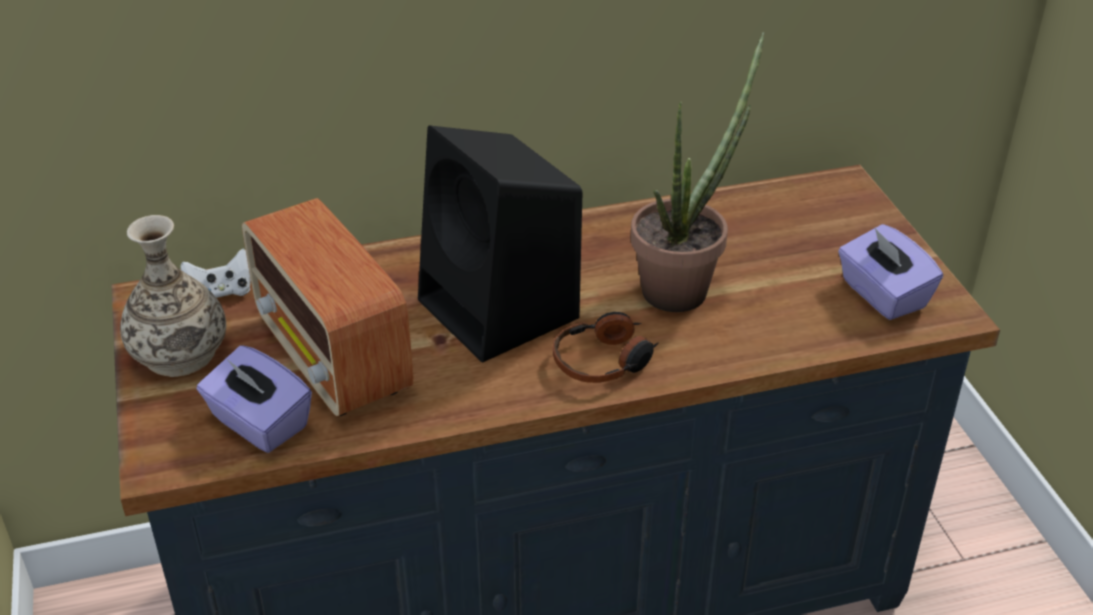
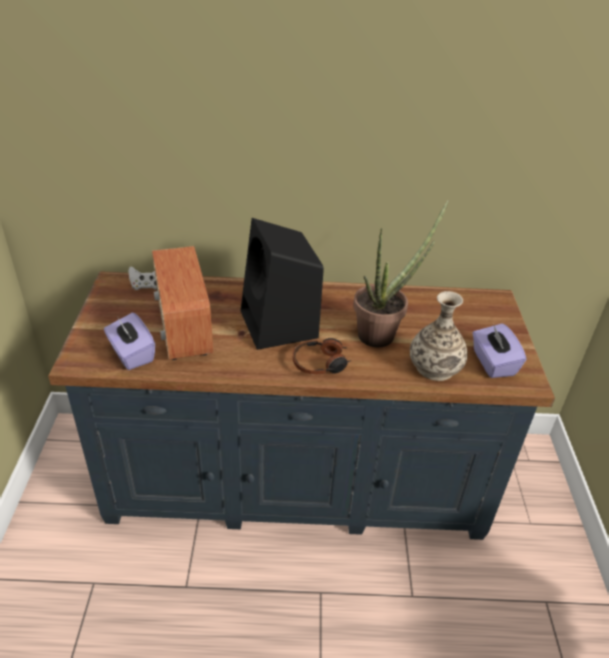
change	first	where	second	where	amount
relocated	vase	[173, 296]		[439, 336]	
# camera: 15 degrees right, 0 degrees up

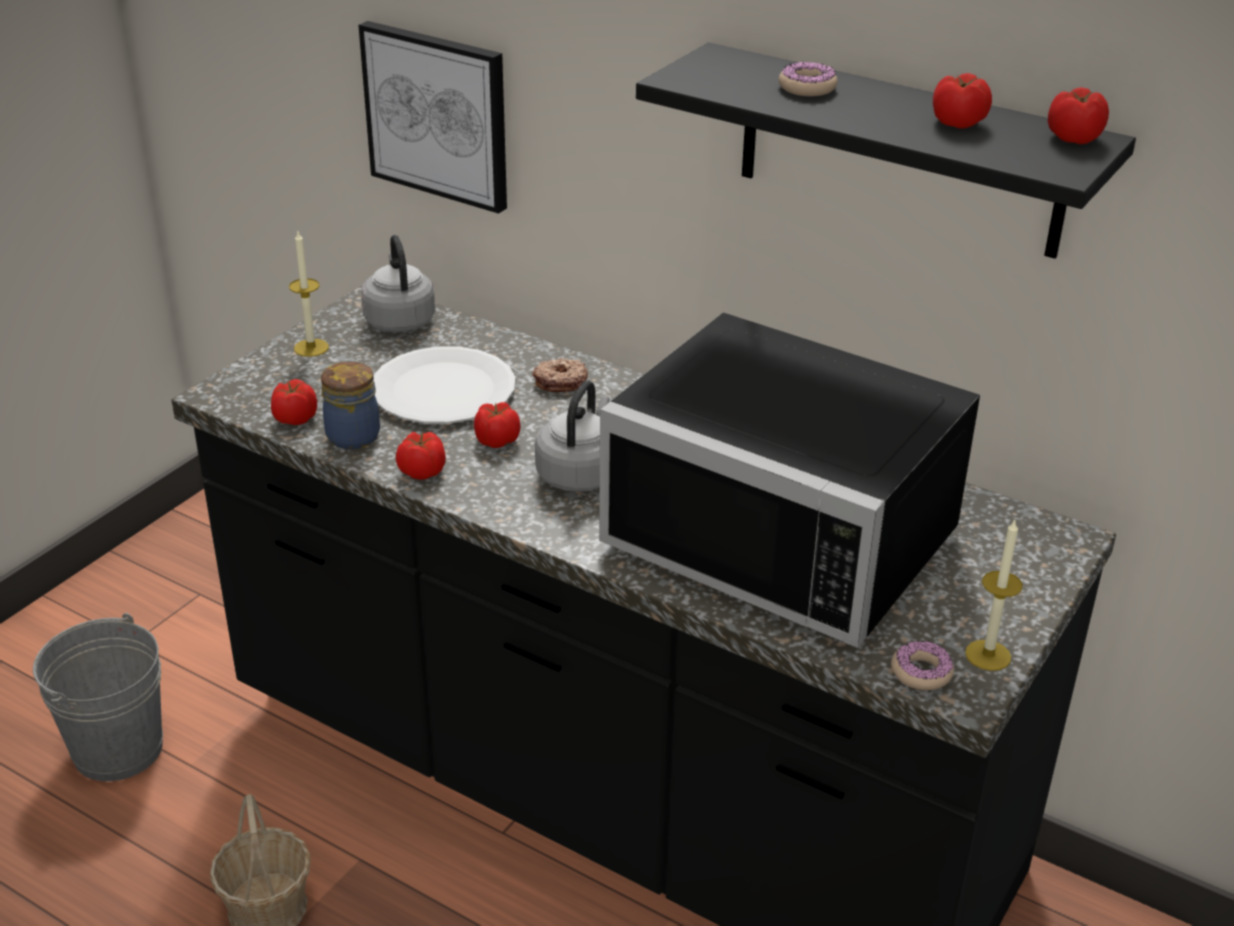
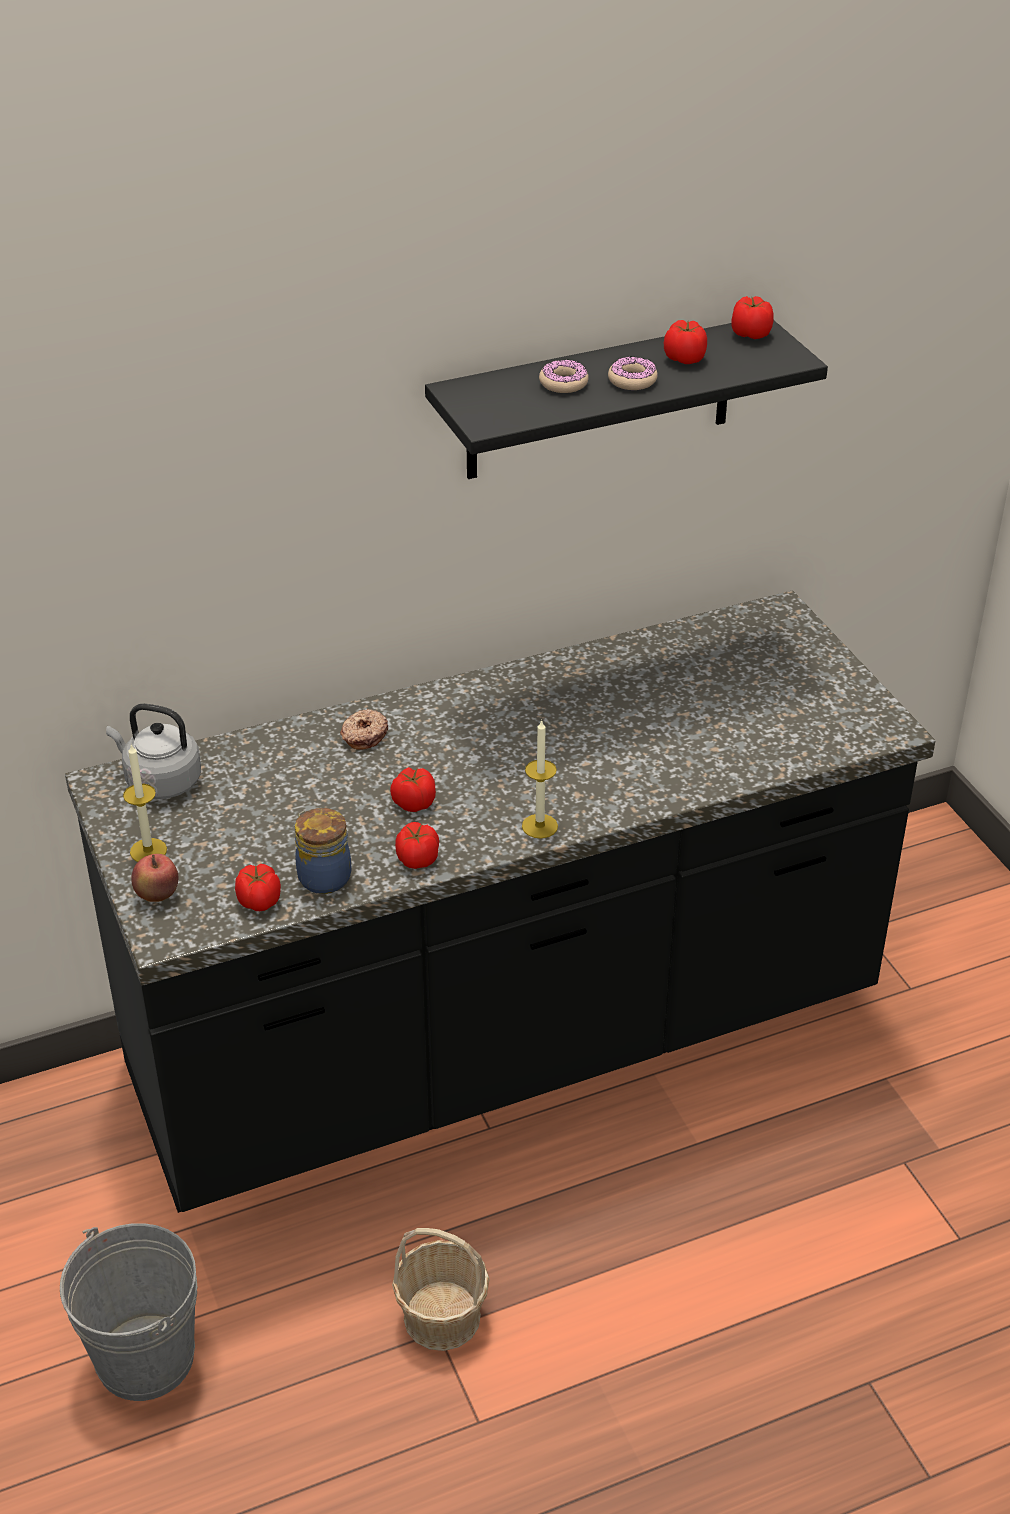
change	first	where	second	where	amount
appeared			apple	[154, 878]	
relocated	candle	[994, 594]		[540, 779]	
relocated	donut	[922, 665]		[632, 373]	
missing	picture	[432, 117]			
missing	plate (white)	[444, 384]			
missing	kettle (grey)	[572, 436]			
missing	microwave (black)	[789, 480]			
# camera: 55 degrees left, 5 degrees up

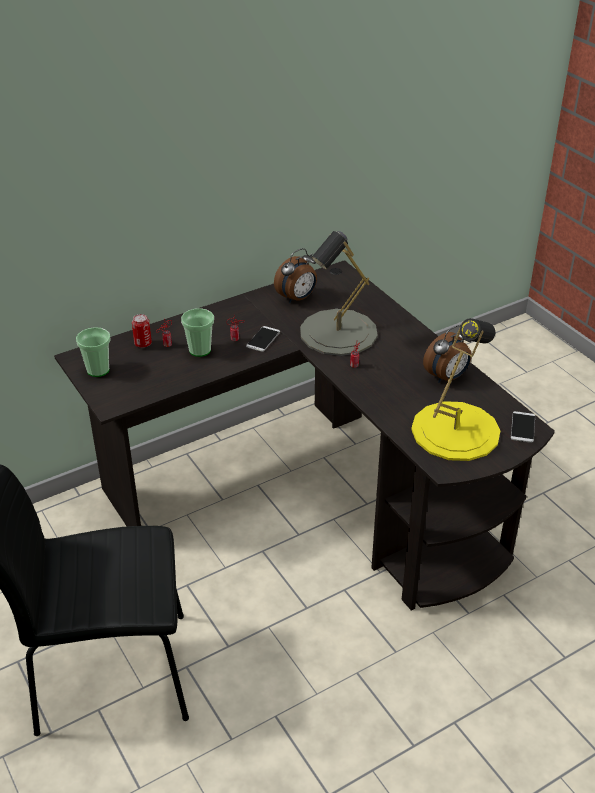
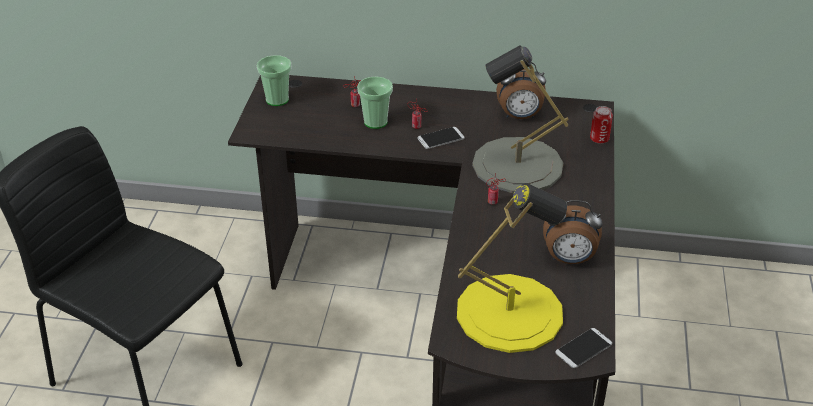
change	first	where	second	where	amount
relocated	can	[142, 331]		[601, 125]	
# camera: 40 degrees right, 0 degrees up

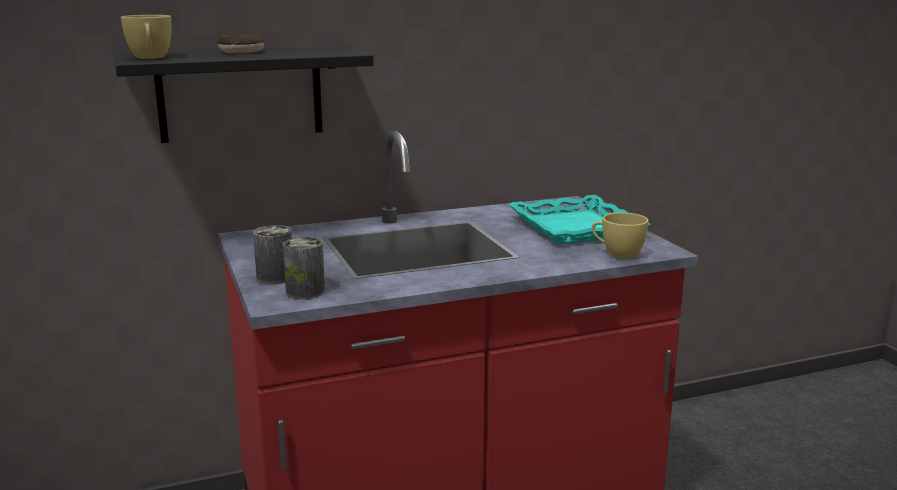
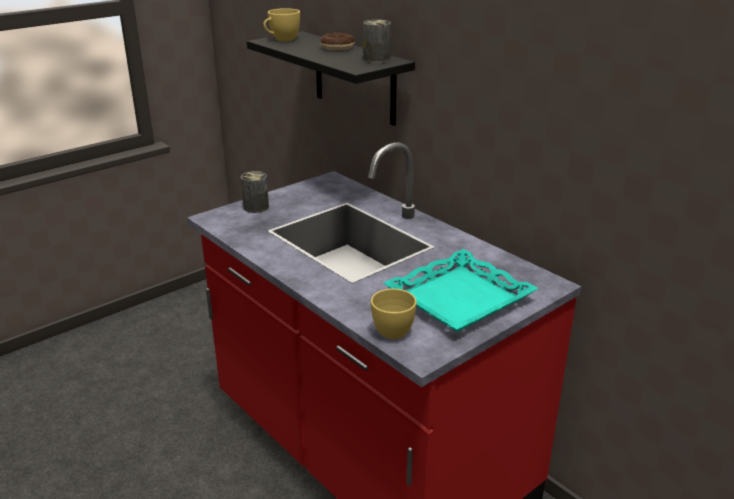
change	first	where	second	where	amount
relocated	can	[304, 268]		[377, 41]	
# camera: 70 degrees right, 10 degrees up

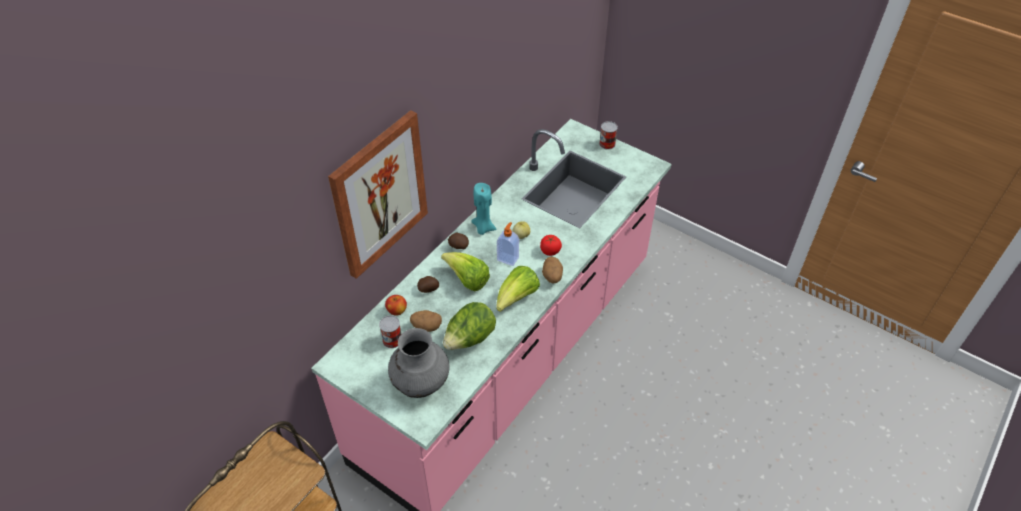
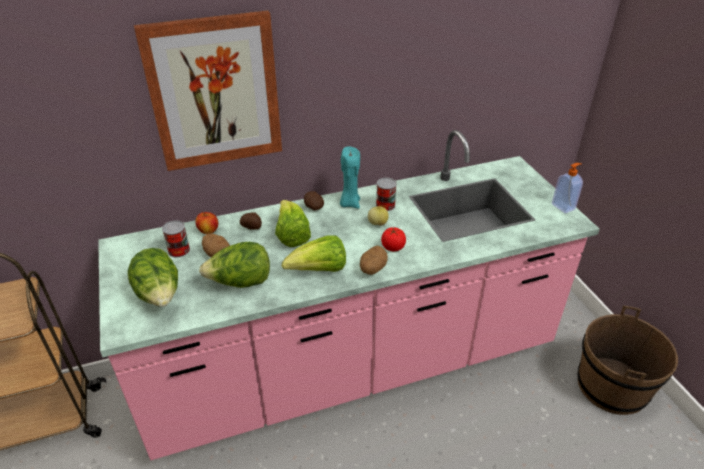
change	first	where	second	where	amount
exchanged	vase (grey)	[419, 363]	lettuce	[153, 277]	
relocated	can	[608, 135]		[386, 194]	
relocated	soap dispenser	[508, 244]		[567, 188]	
appeared			bucket (brown)	[628, 360]	
# camera: 35 degrees right, 10 degrees down

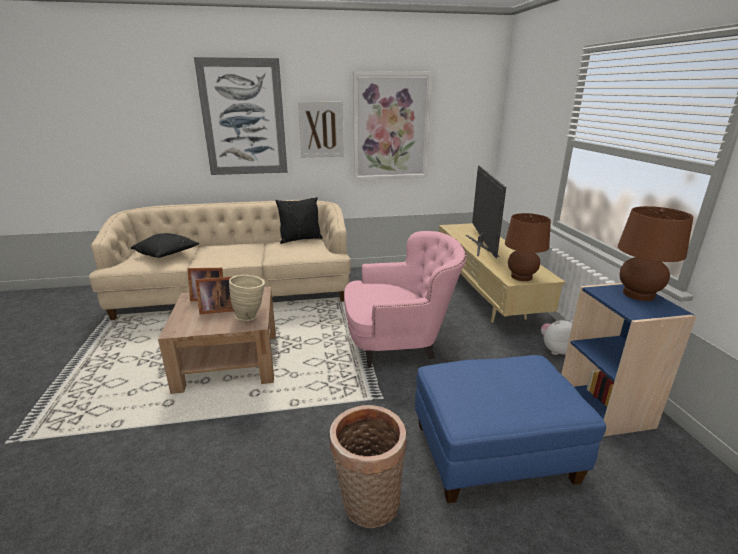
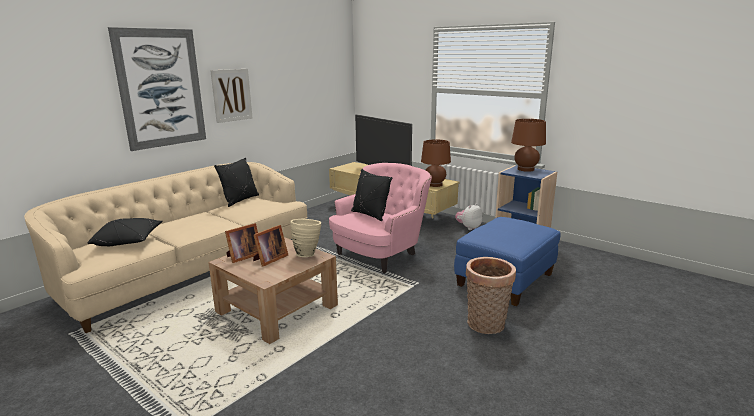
change	first	where	second	where	amount
appeared			pillow (black)	[372, 195]	
missing	picture	[392, 125]			
# camera: 40 degrees left, 5 degrees down

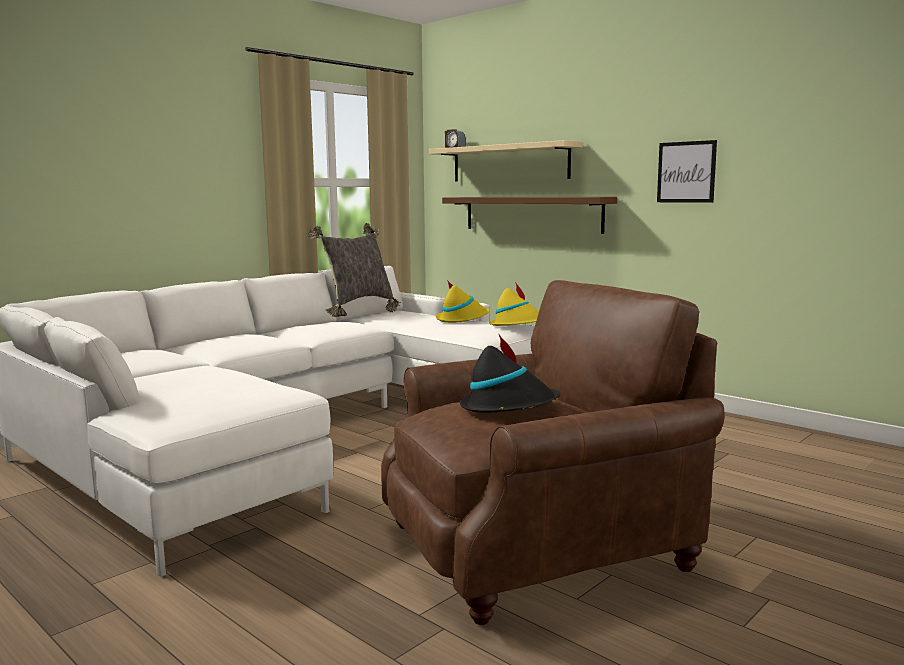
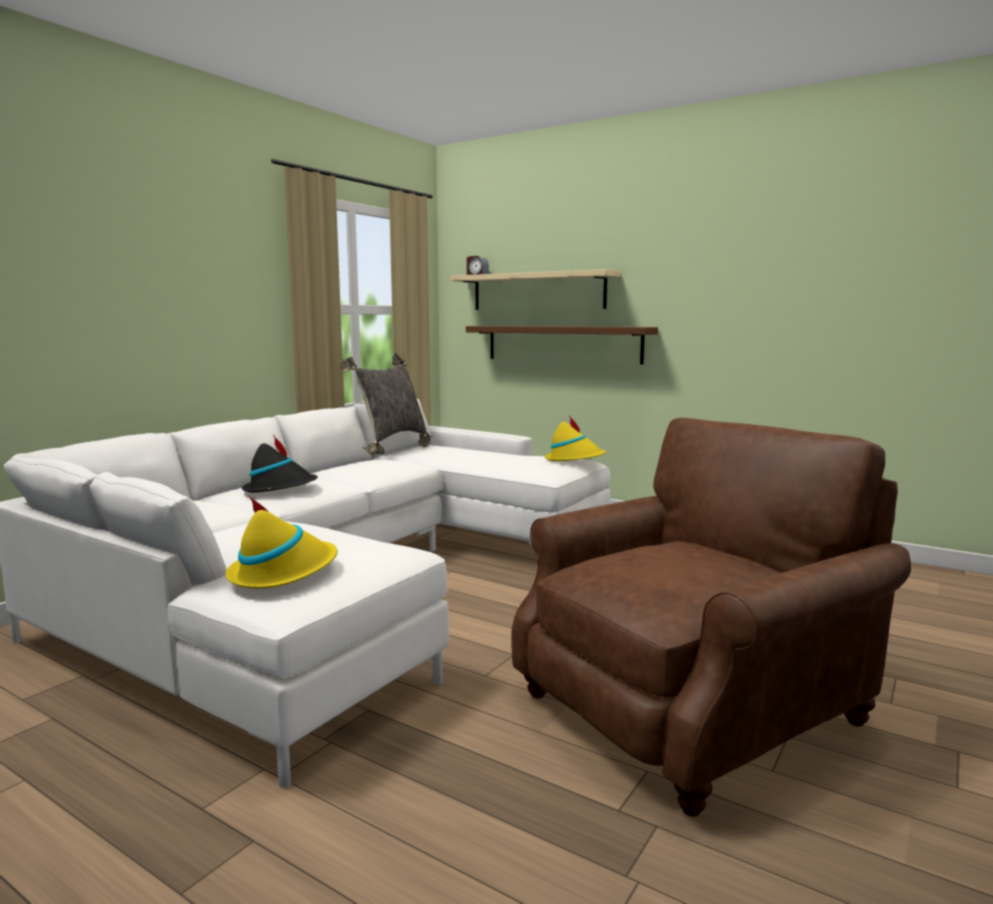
change	first	where	second	where	amount
relocated	hat (yellow)	[462, 301]		[281, 542]	
relocated	hat (black)	[510, 373]		[280, 463]	
missing	picture	[687, 171]			
# camera: 10 degrees left, 0 degrees up

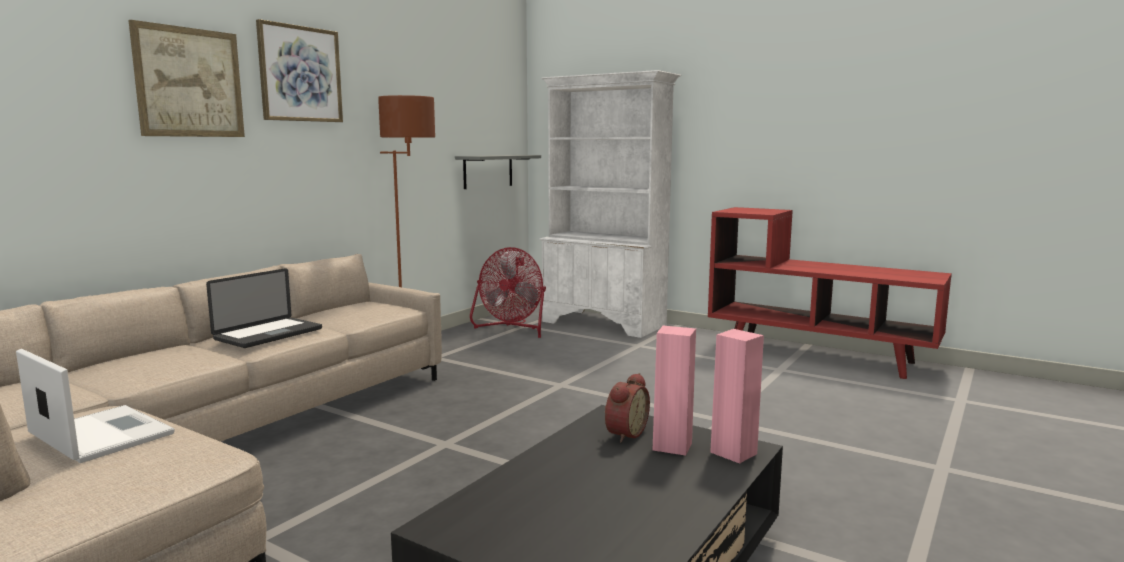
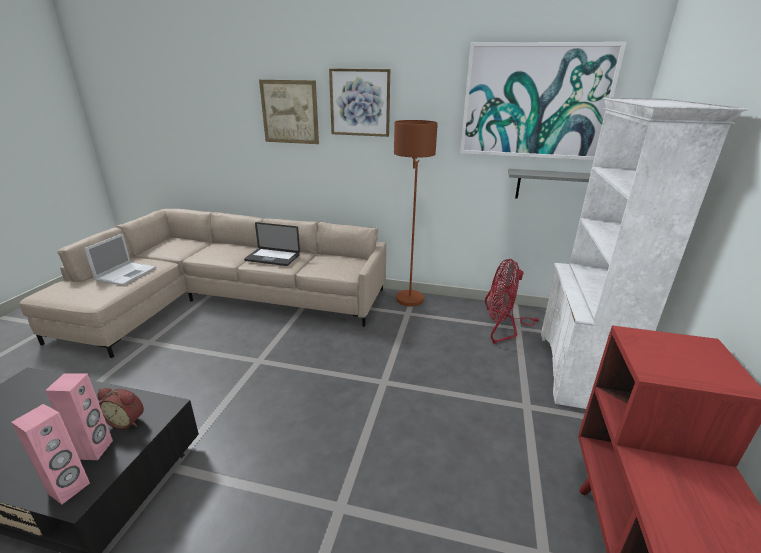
change	first	where	second	where	amount
appeared			picture	[543, 101]	
# camera: 70 degrees right, 15 degrees up

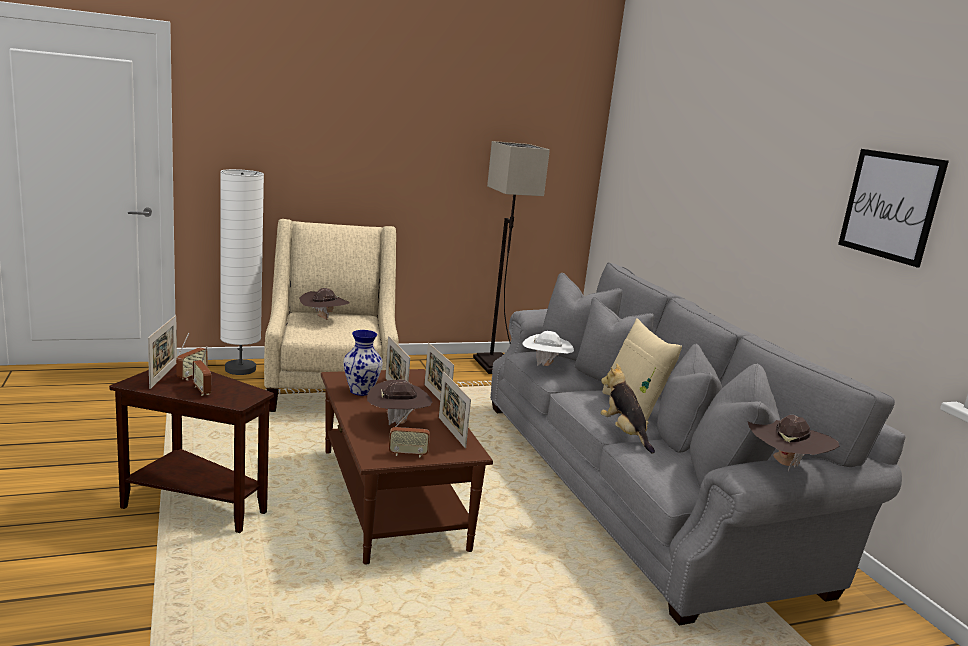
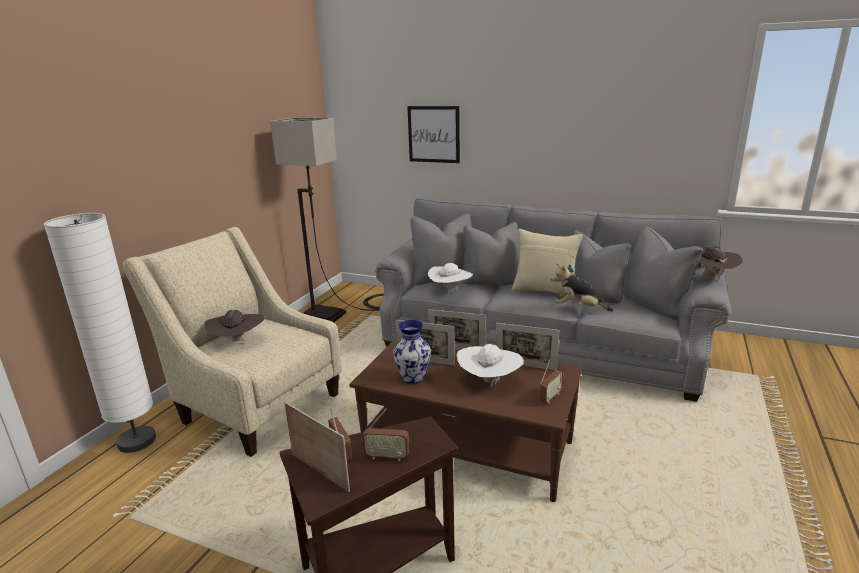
change	first	where	second	where	amount
relocated	picture	[893, 208]		[433, 134]	
colour	hat (brown)	[399, 402]	hat (white)	[490, 366]	
# camera: 45 degrees left, 5 degrees up

